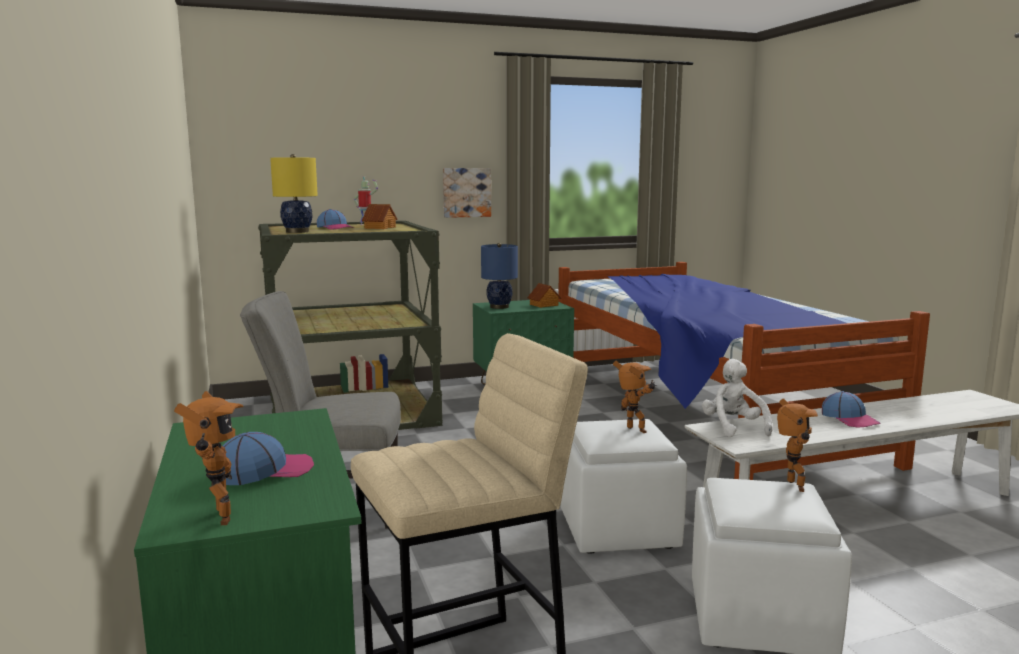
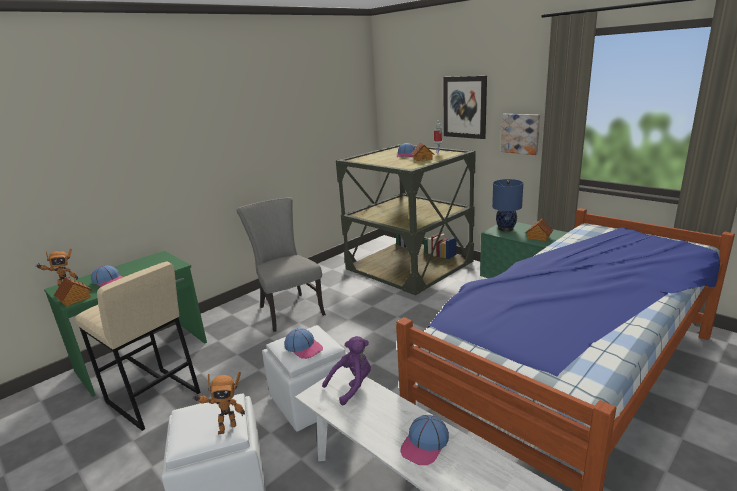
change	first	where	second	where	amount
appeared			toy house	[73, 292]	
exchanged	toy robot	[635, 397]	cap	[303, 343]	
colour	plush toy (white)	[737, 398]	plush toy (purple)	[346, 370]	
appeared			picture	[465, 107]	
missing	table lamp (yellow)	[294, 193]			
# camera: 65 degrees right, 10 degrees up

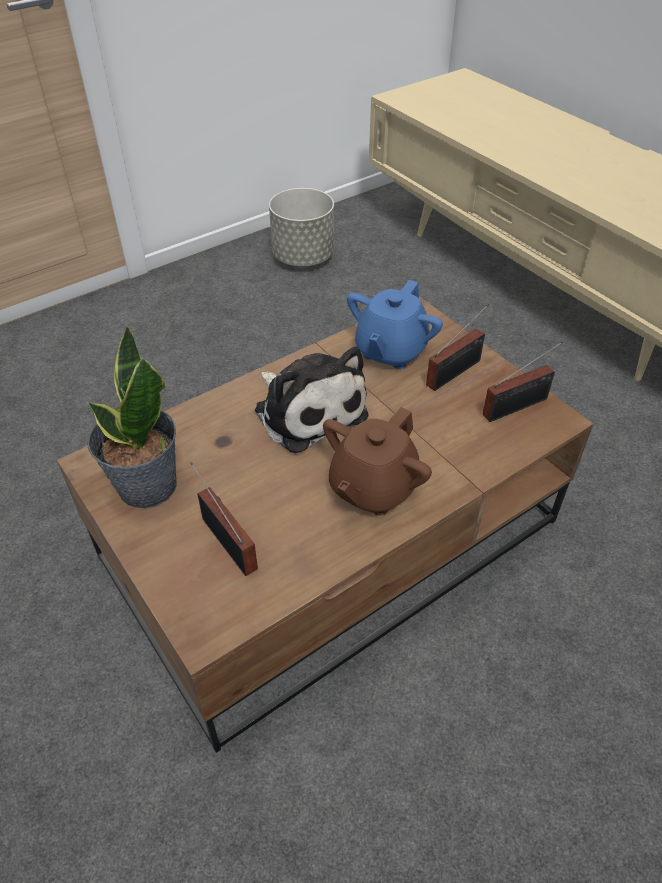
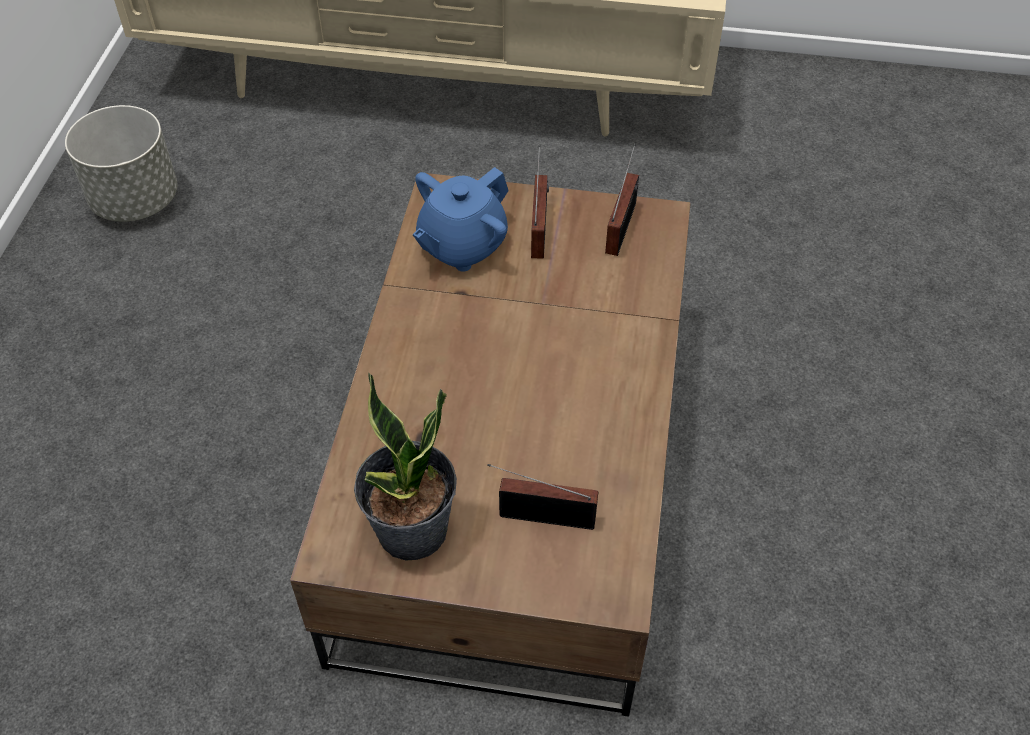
change	first	where	second	where	amount
spun	teapot (blue)	[395, 324]		[461, 219]	60 degrees clockwise
missing	plush toy	[311, 400]			
missing	teapot (brown)	[377, 461]			
# camera: 45 degrees left, 5 degrees up

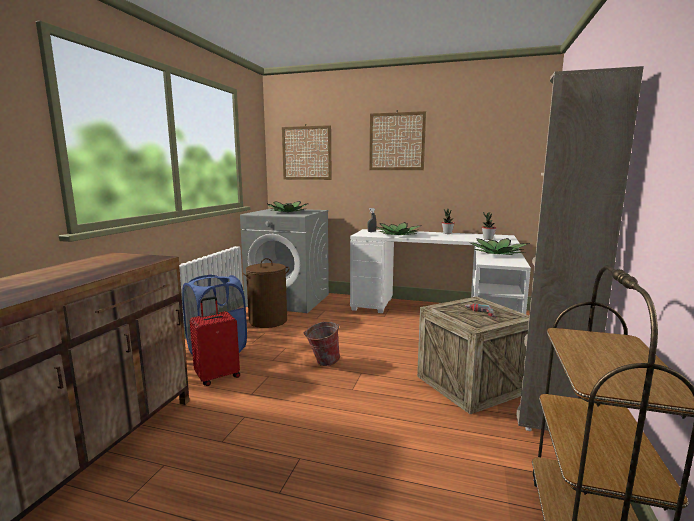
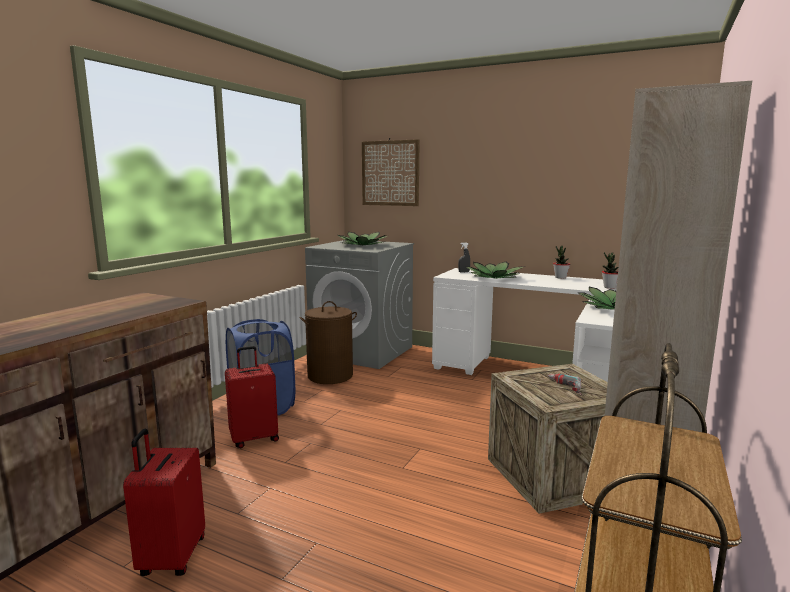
change	first	where	second	where	amount
appeared			suitcase (red)	[164, 502]	
missing	bucket	[321, 343]			
missing	picture	[397, 140]			
# camera: 10 degrees right, 0 degrees up

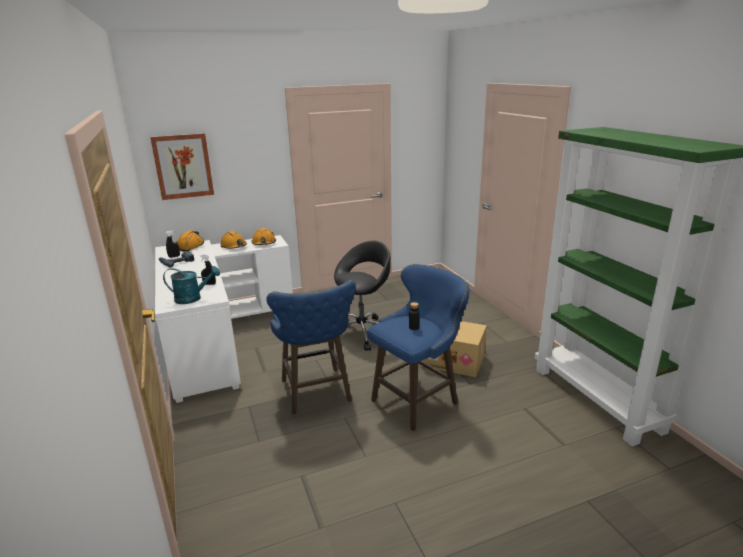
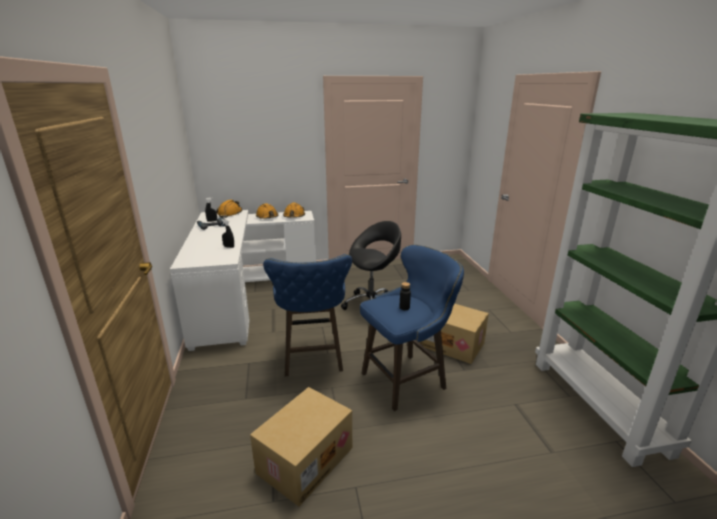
change	first	where	second	where	amount
appeared			cardboard box	[301, 447]	
missing	picture	[182, 166]			
missing	watering can (turquoise)	[191, 285]			
# camera: 10 degrees right, 0 degrees up

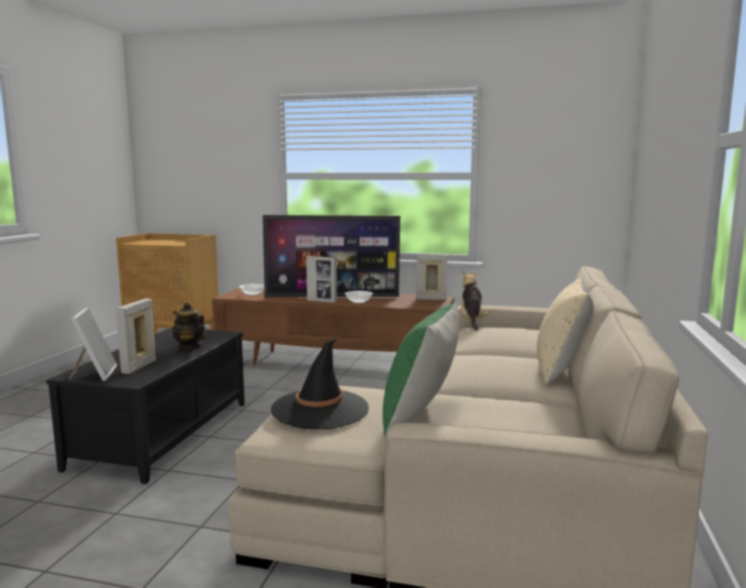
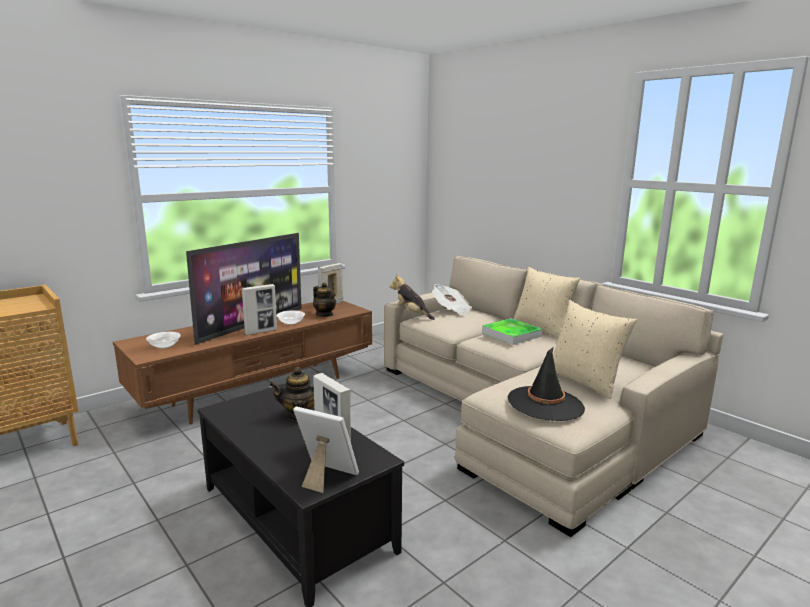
change	first	where	second	where	amount
appeared			teapot	[324, 299]	
appeared			newspaper	[452, 300]	
appeared			tray	[512, 331]	
colour	pillow (green)	[421, 368]	pillow (beige)	[595, 349]	
# camera: 55 degrees left, 5 degrees up

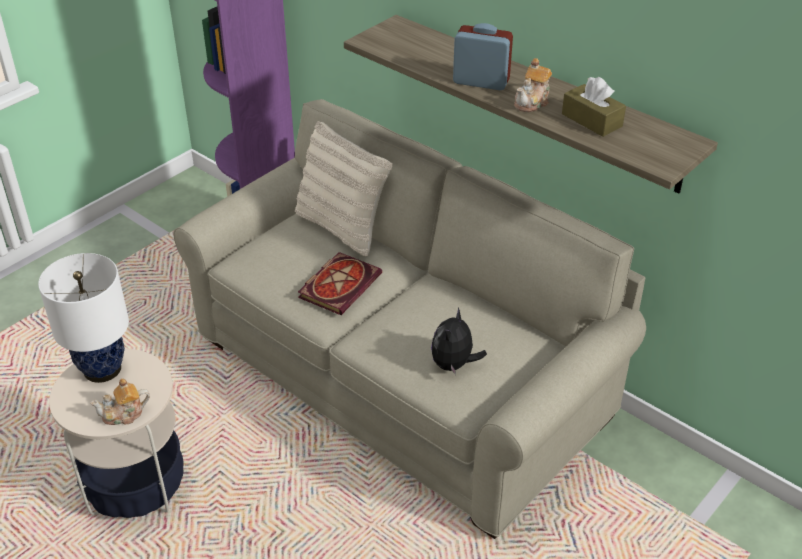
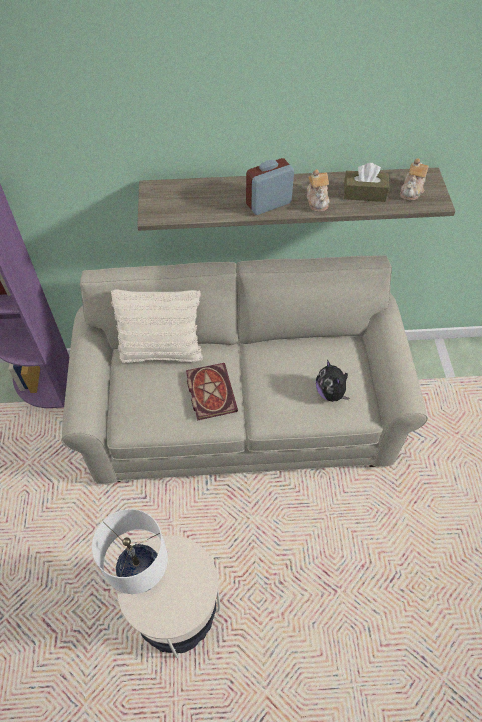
change	first	where	second	where	amount
relocated	teapot	[120, 401]		[414, 179]	
# camera: 45 degrees left, 15 degrees up

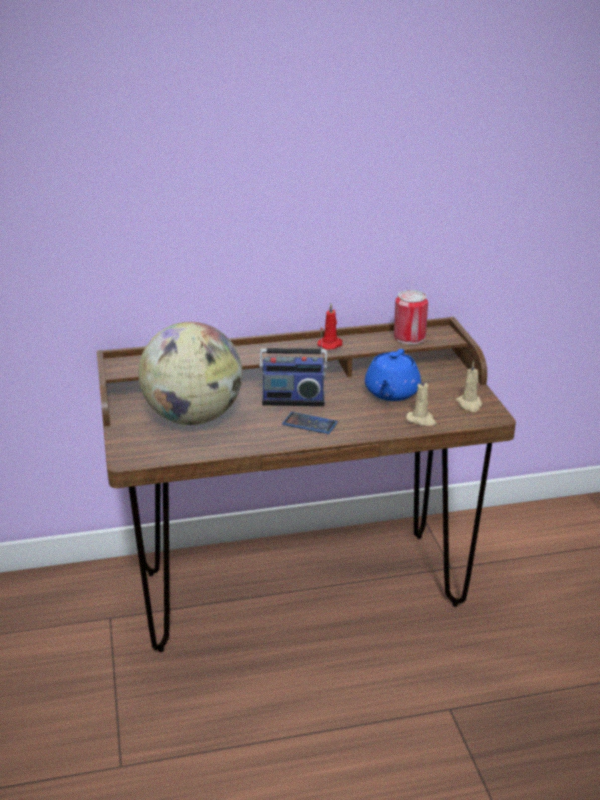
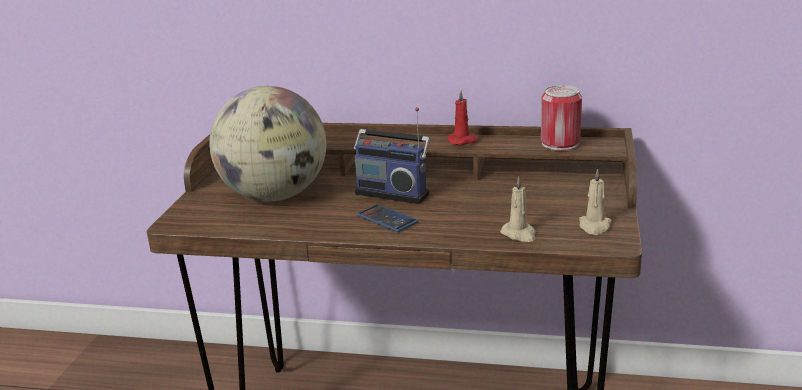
change	first	where	second	where	amount
missing	teapot (blue)	[393, 375]			
# camera: 25 degrees right, 5 degrees down

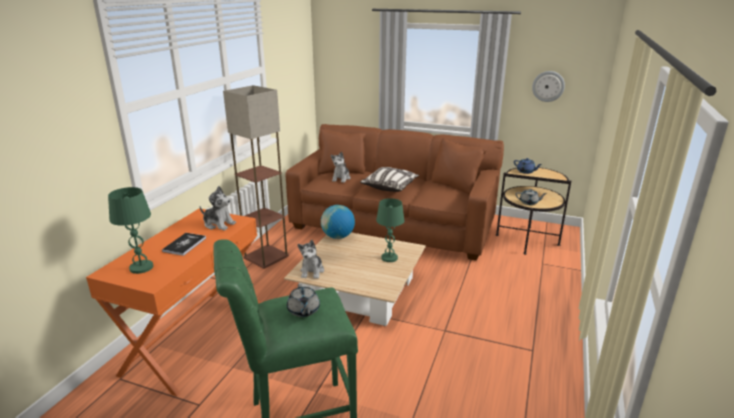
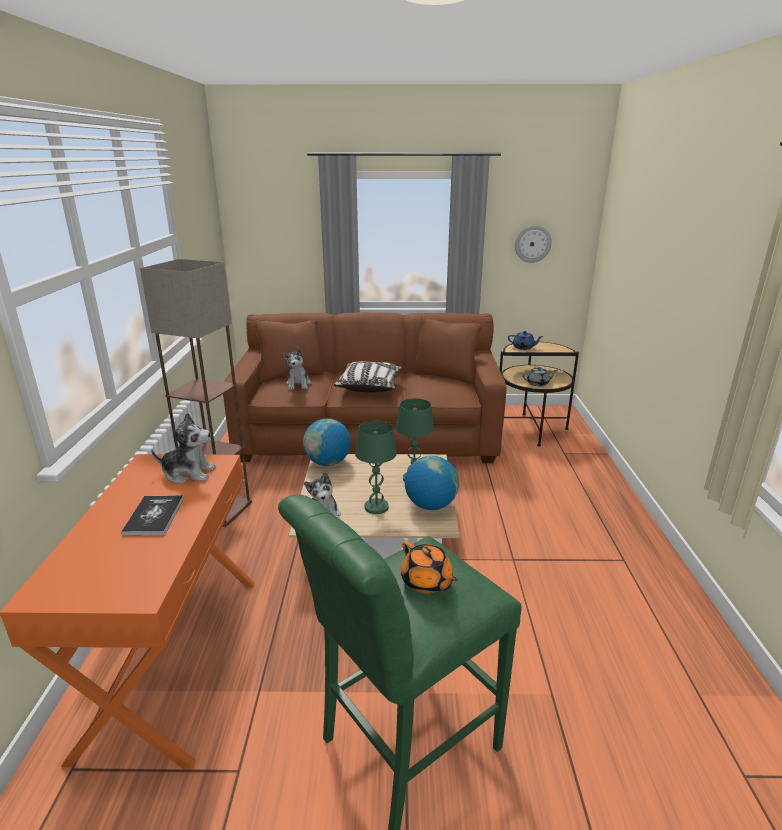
change	first	where	second	where	amount
relocated	table lamp (green)	[130, 230]		[376, 467]	
colour	teapot (grey)	[303, 300]	teapot (orange)	[429, 567]	
appeared			globe	[432, 483]	
# camera: 20 degrees left, 0 degrees up

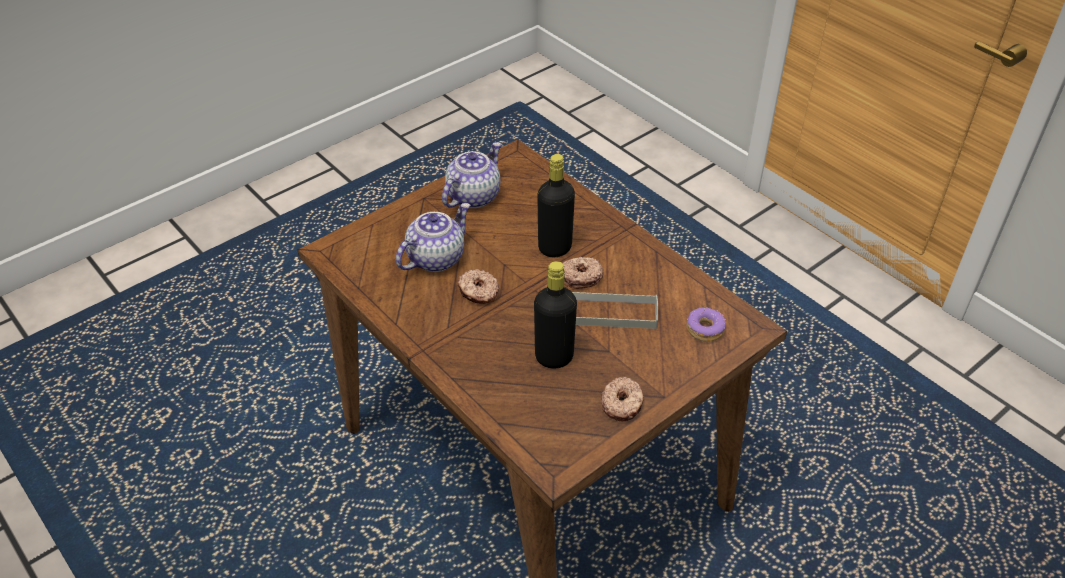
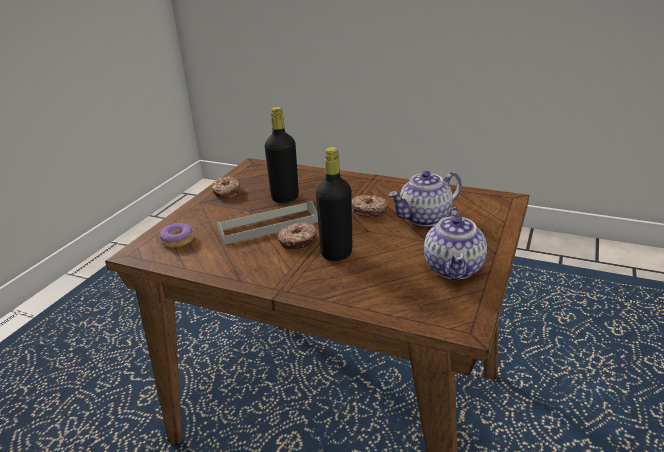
change	first	where	second	where	amount
spun	teapot	[433, 237]		[425, 198]	45 degrees clockwise
# camera: 155 degrees right, 15 degrees down

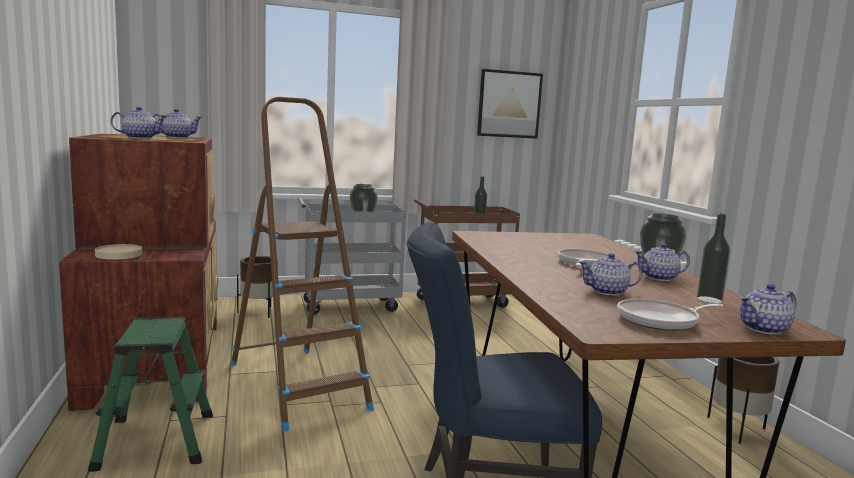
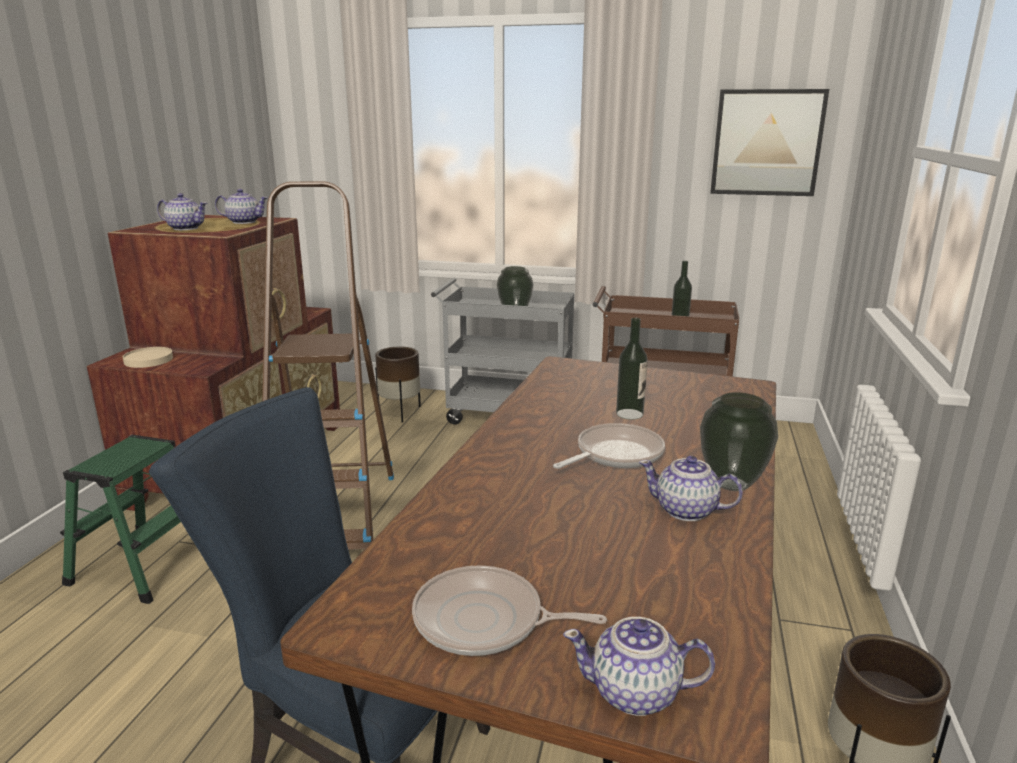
change	first	where	second	where	amount
relocated	bottle	[713, 258]		[632, 369]	
missing	teapot	[610, 274]			
# camera: 30 degrees right, 10 degrees up

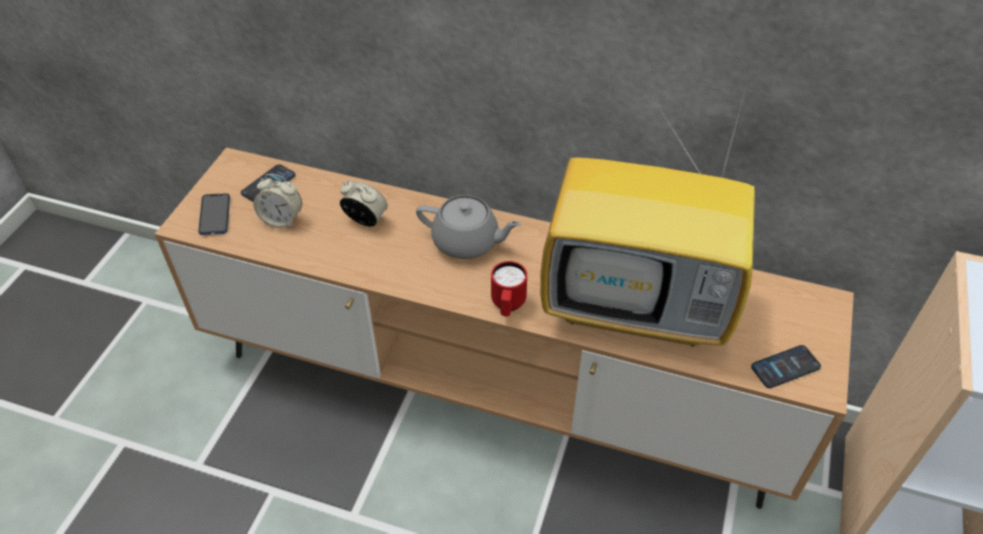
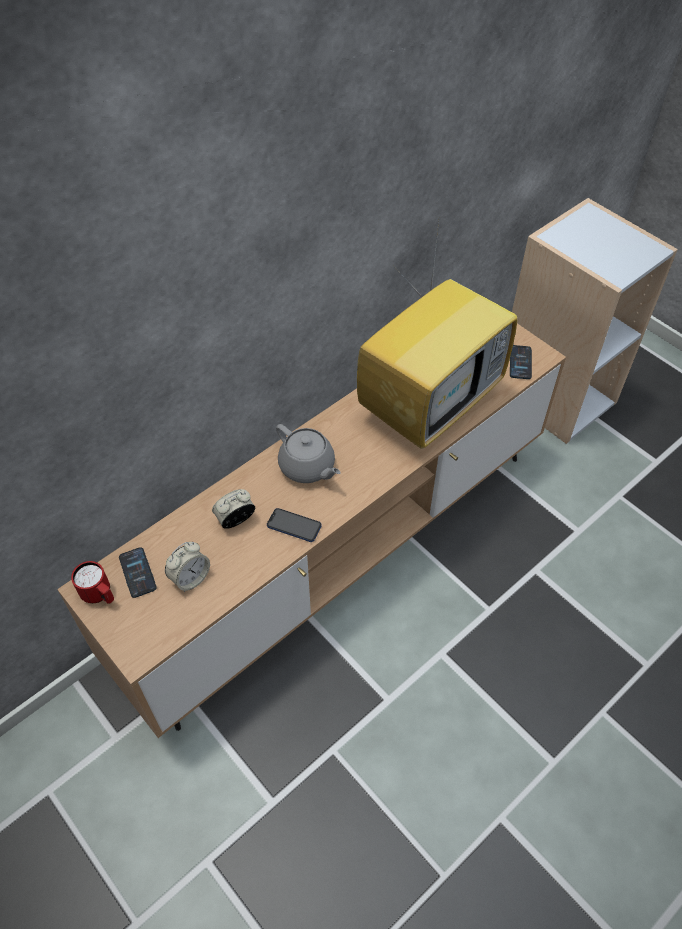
change	first	where	second	where	amount
relocated	mug (red)	[509, 289]		[92, 582]	
relocated	phone	[214, 214]		[294, 525]	
spun	teapot (grey)	[469, 227]		[308, 453]	90 degrees clockwise
# camera: 60 degrees left, 5 degrees up

